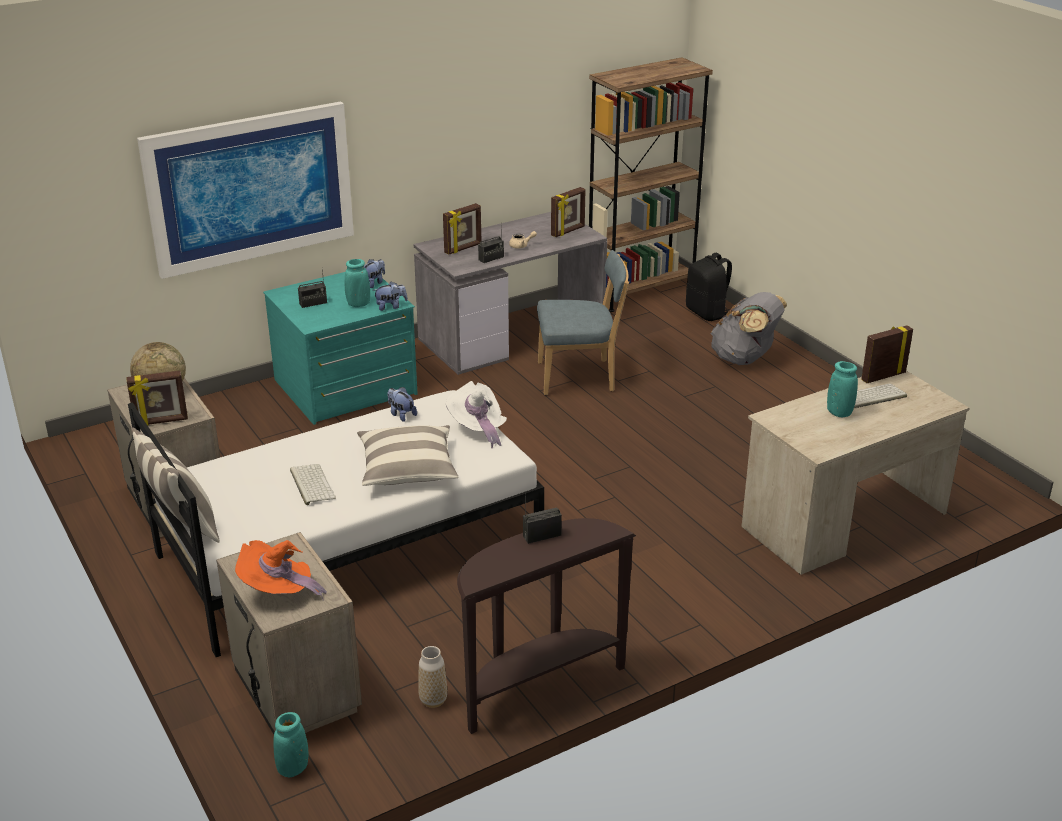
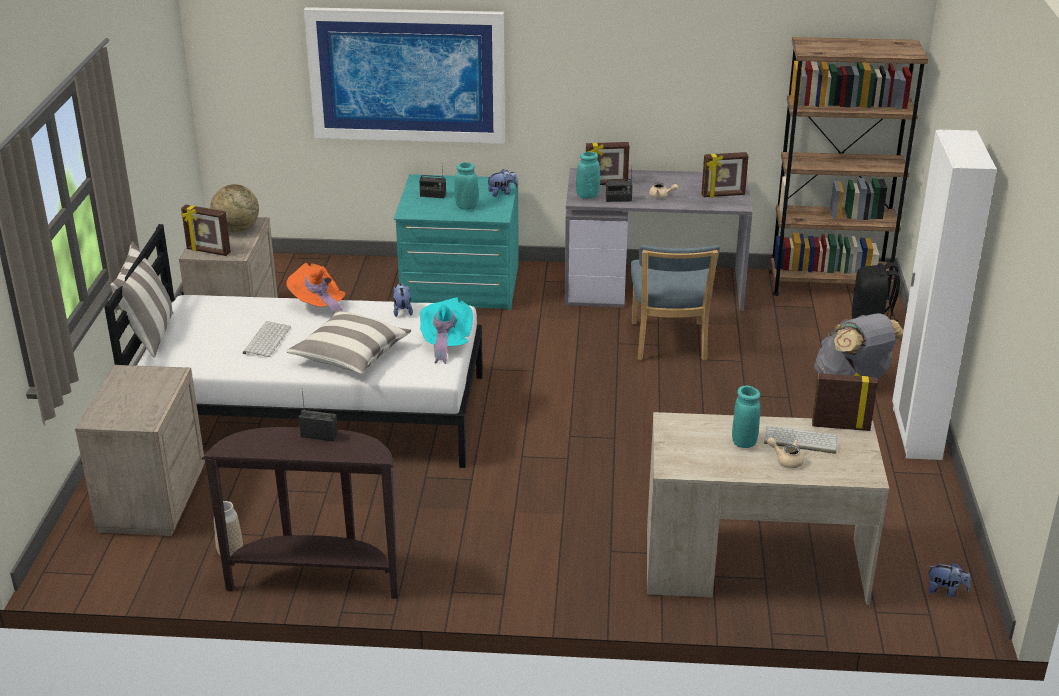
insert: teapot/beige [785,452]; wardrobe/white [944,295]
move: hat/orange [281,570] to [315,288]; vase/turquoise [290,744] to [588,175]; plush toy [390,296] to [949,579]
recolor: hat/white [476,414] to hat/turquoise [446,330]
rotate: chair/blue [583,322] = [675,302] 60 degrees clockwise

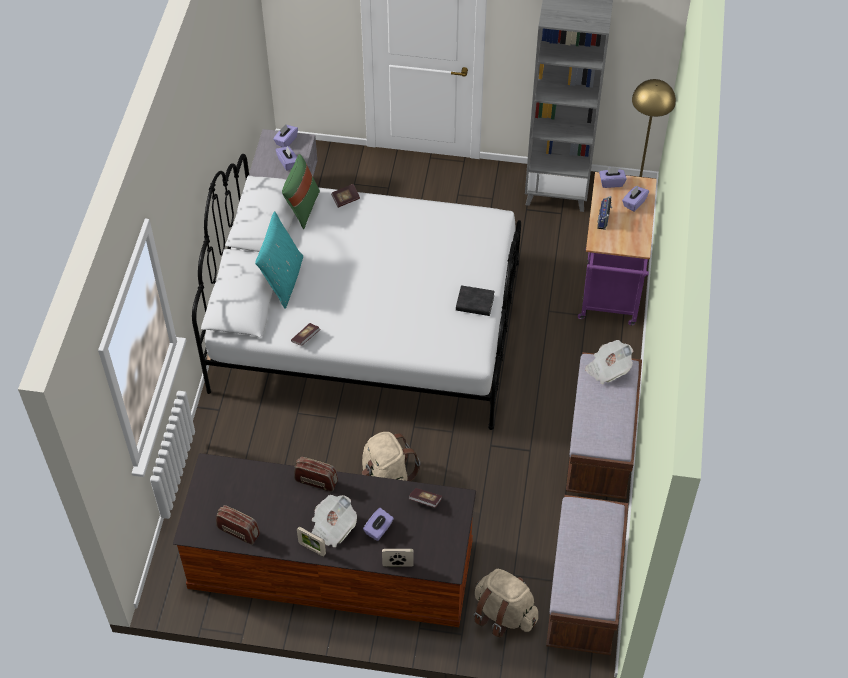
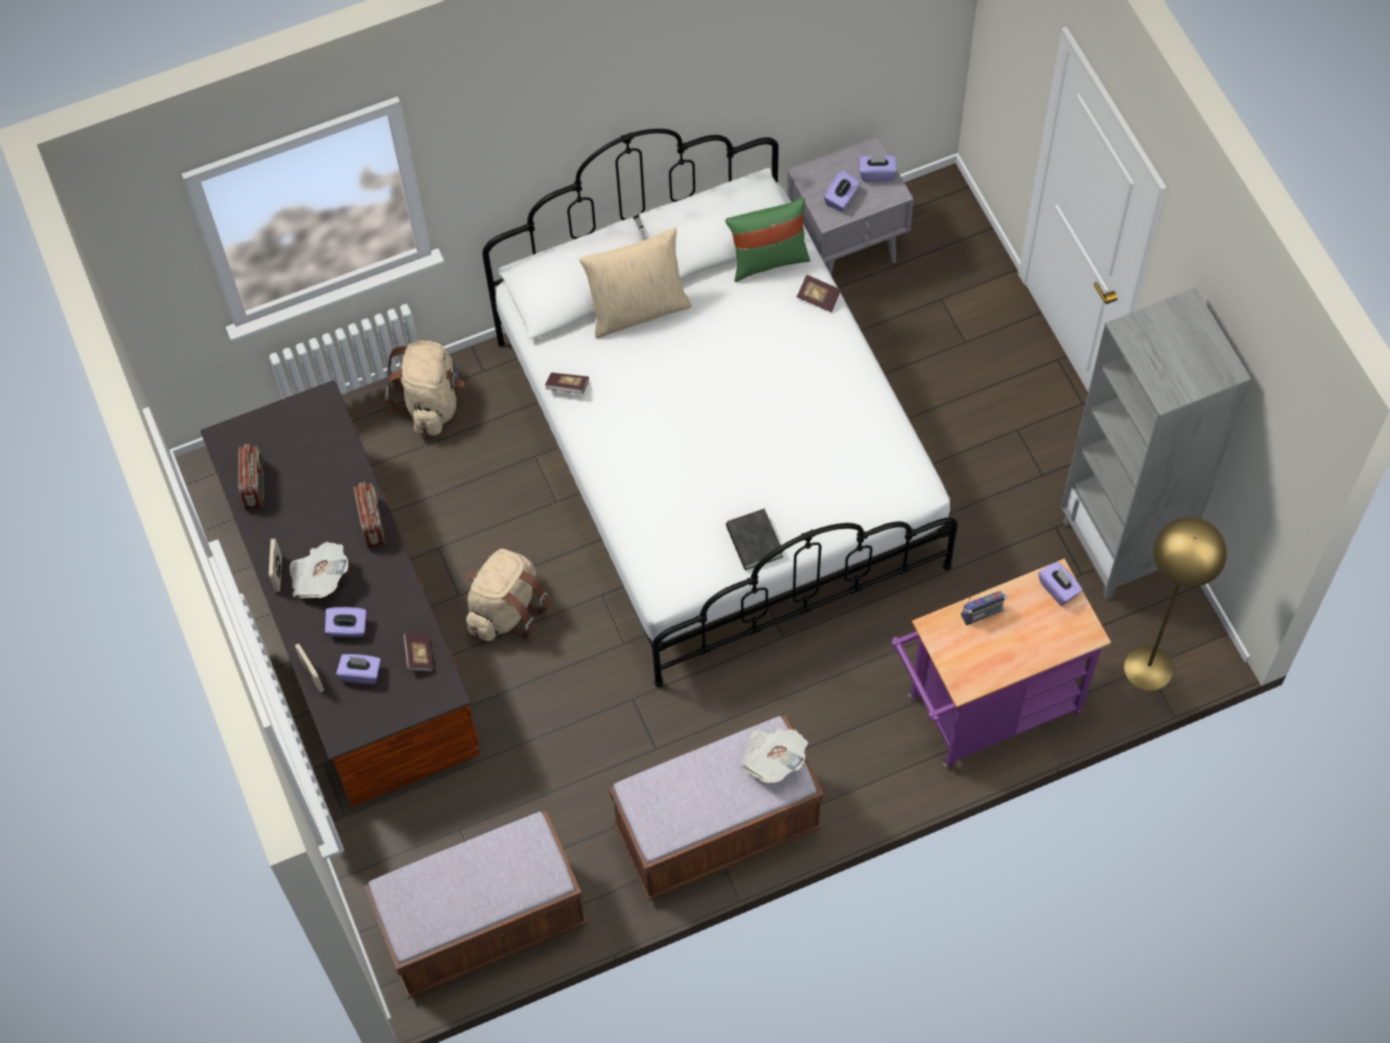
move: backpack/beige [506,603] to [424,388]; tissue box/purple [635,199] to [358,669]
recolor: pillow/turquoise [279,259] to pillow/beige [635,283]

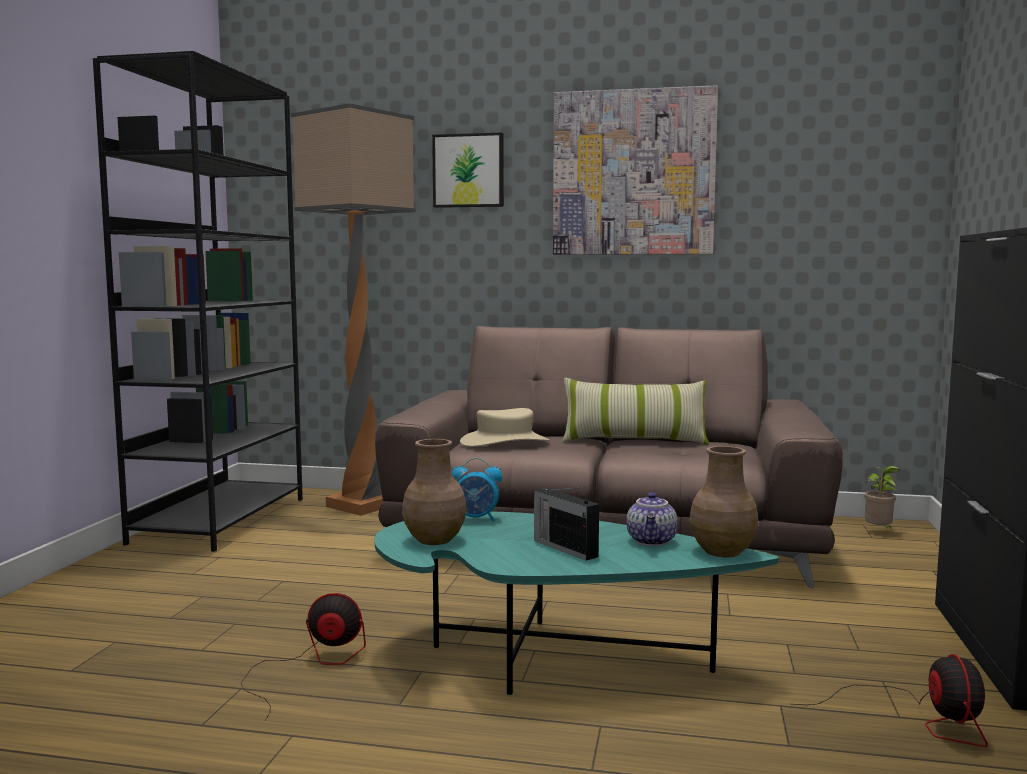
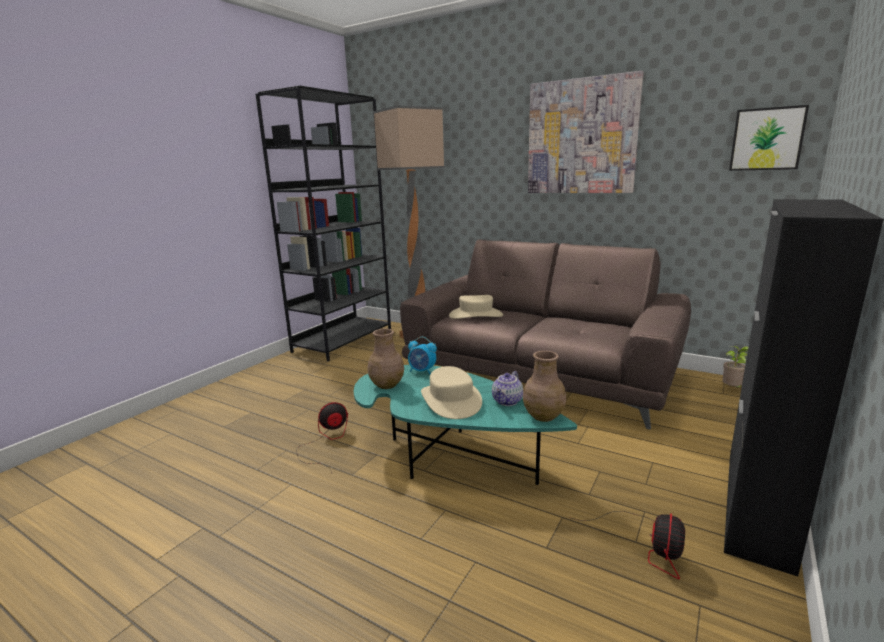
delete: pillow [635,411]
move: picture [468,170] to [769,138]
replace: radio [566,524] to hat/beige [451,392]
rotate: fan [303,657] = [322,437] 45 degrees counterclockwise

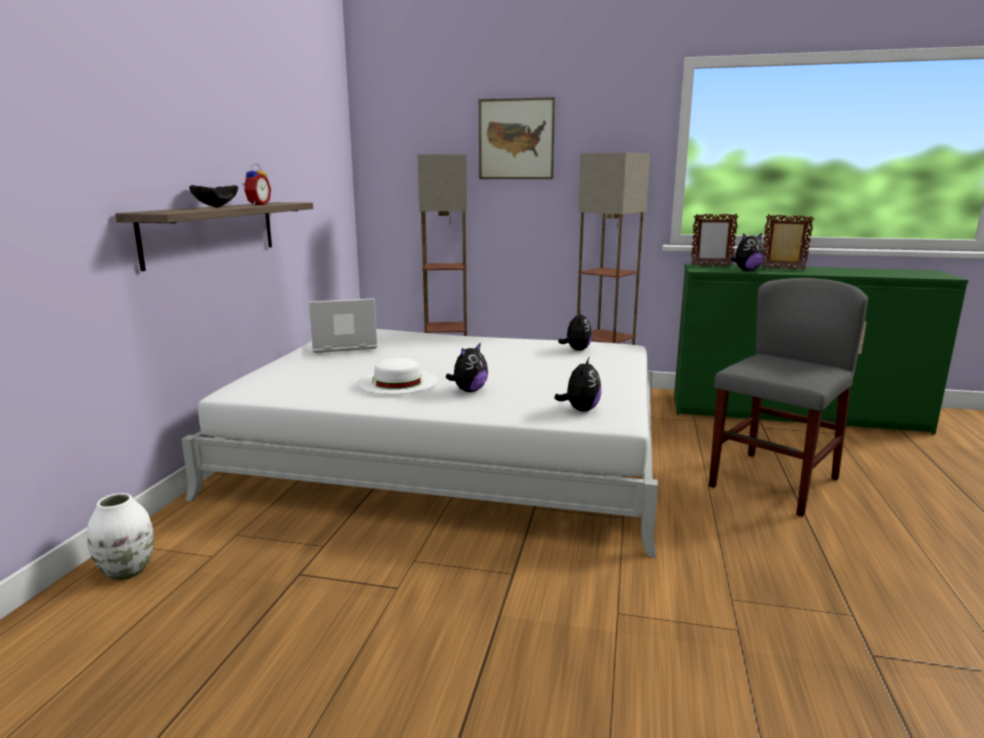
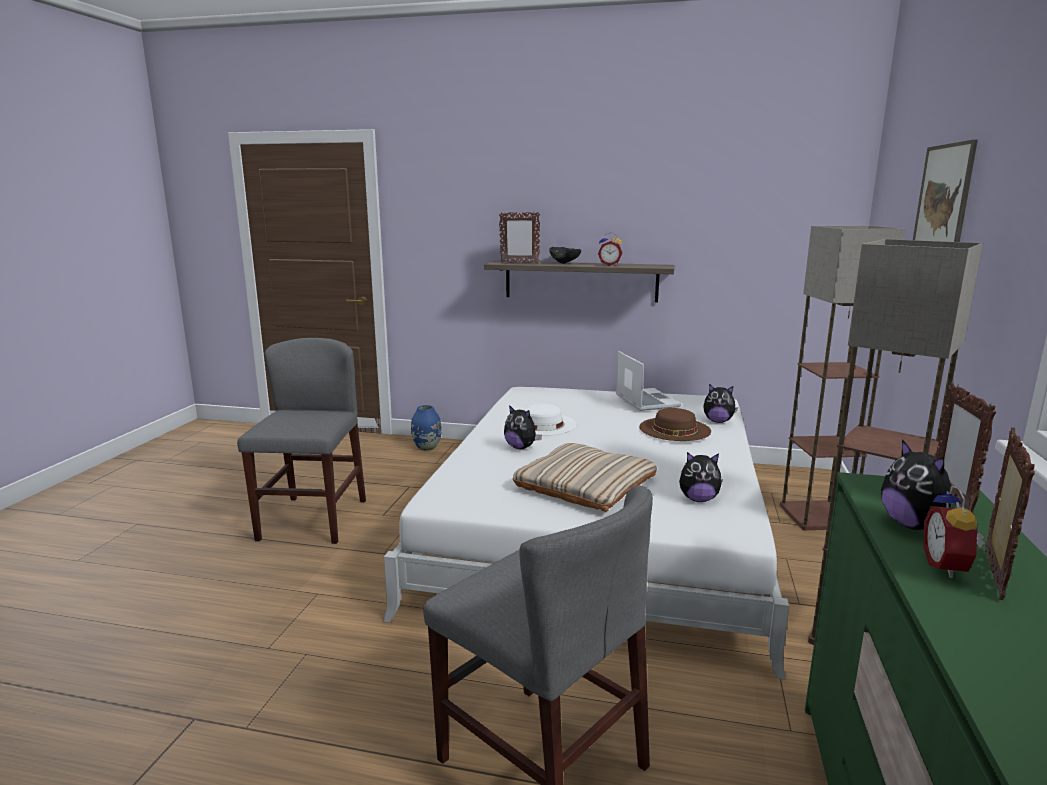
insert: chair/grey [301,441]; picture frame [519,237]; pillow/beige [585,477]; hat/brown [675,424]; alarm clock [954,532]
move: plush toy [577,384] to [720,403]
recolor: vase/white [120,536] to vase/blue [426,428]

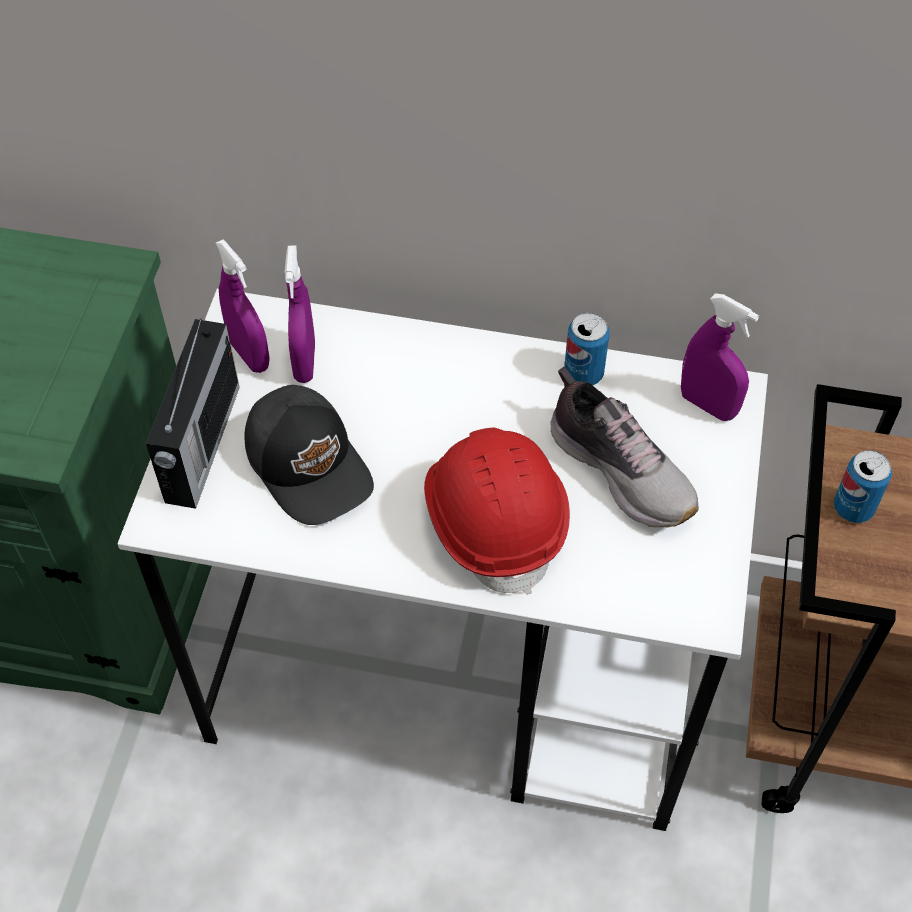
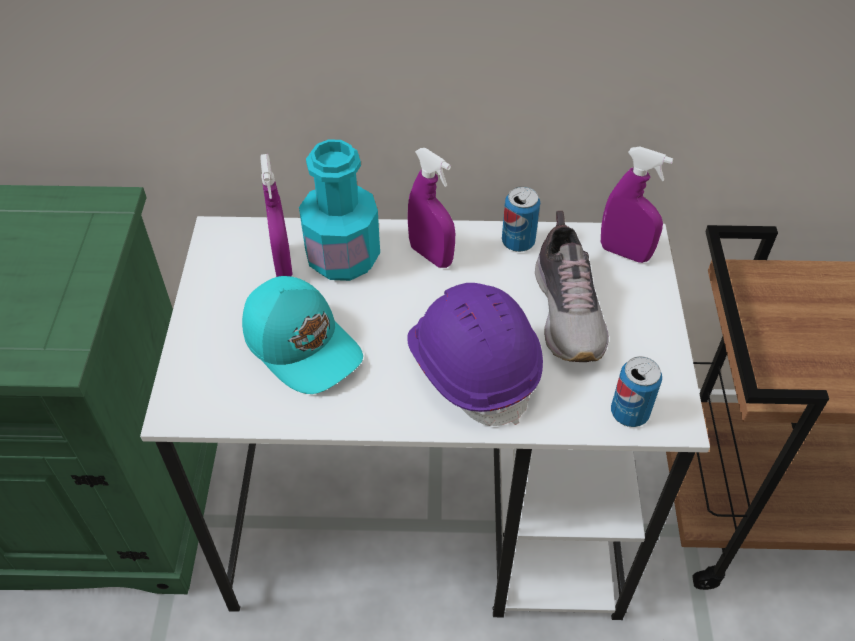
delete: radio [193,413]
insert: bottle/turquoise [339,210]
move: spray bottle/purple [243,306] to [431,208]; can [863,486] to [636,391]
recolor: cap/black [309,455] to cap/turquoise [302,335]; hard hat/red [497,511] to hard hat/purple [475,354]
rotate: shoe [624,447] = [572,286] 45 degrees clockwise

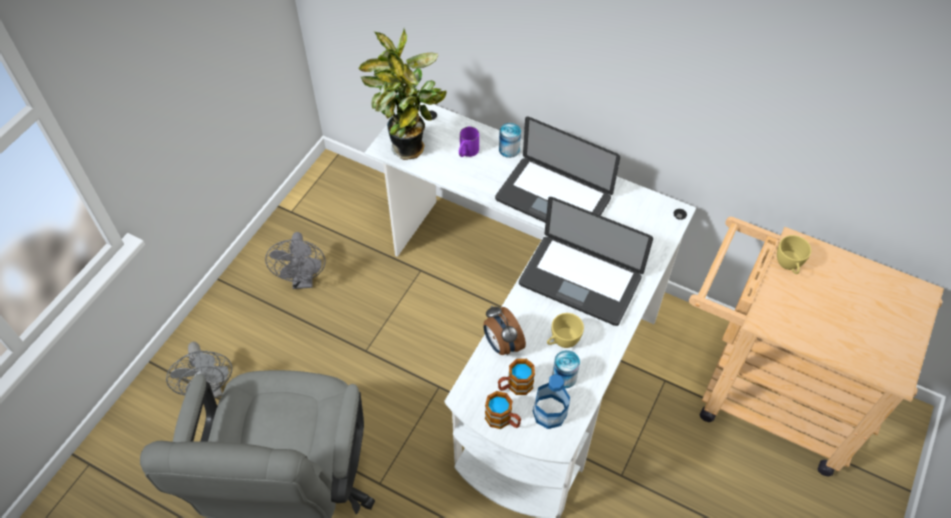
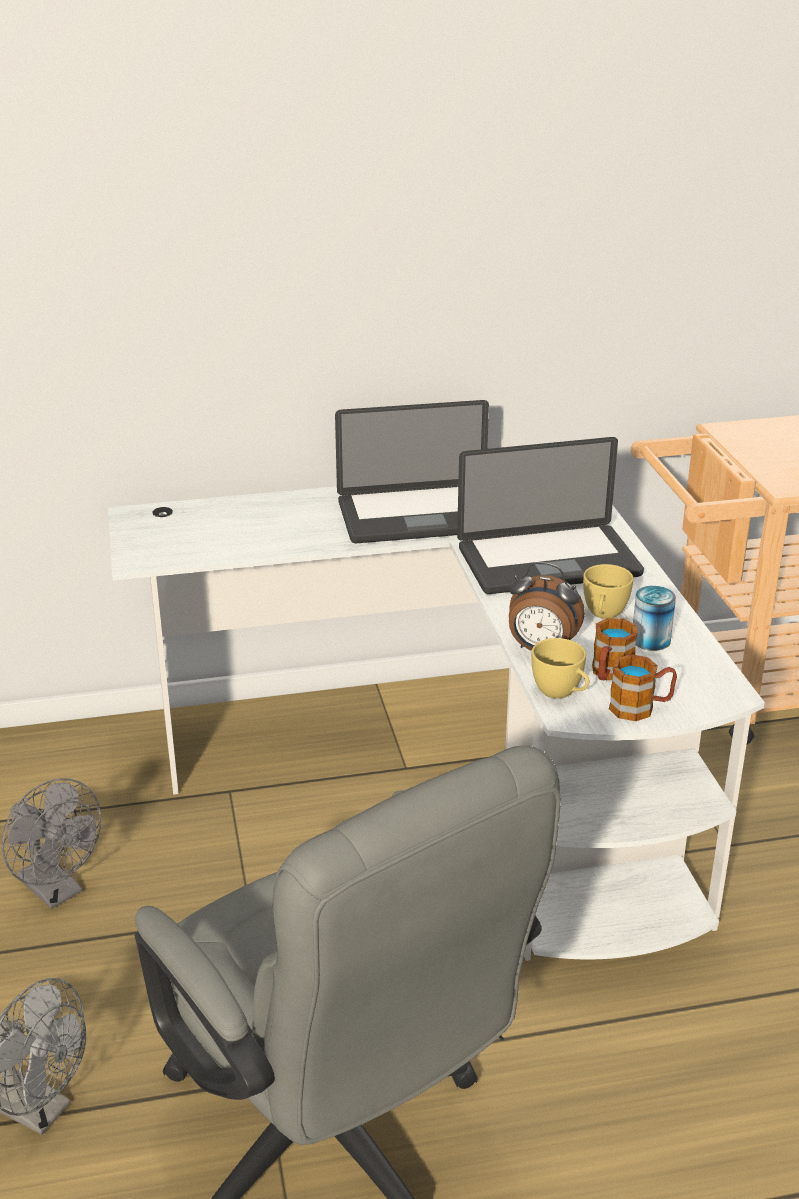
delete: potted plant [402,94]; mug/purple [469,142]; can [510,140]; bottle [551,401]
move: cup/yellow [794,254] to [560,668]

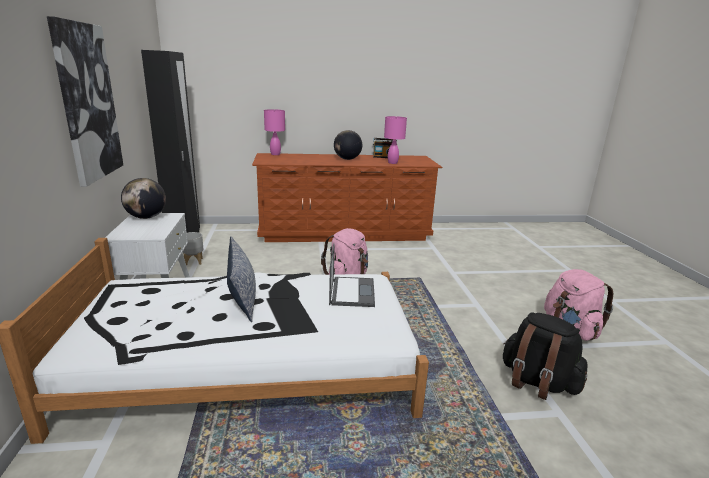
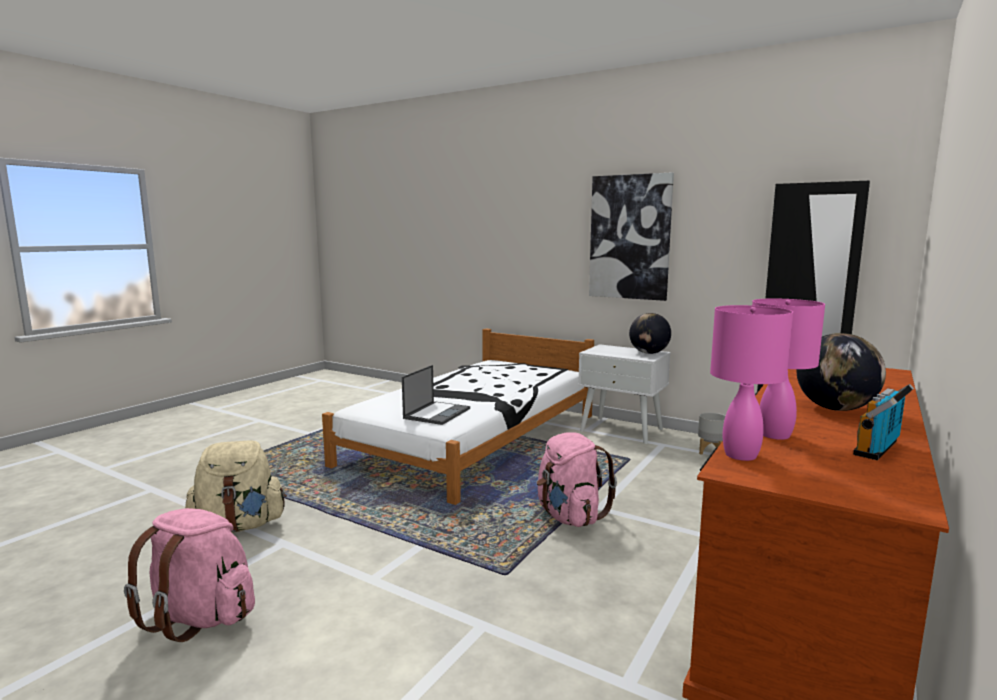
delete: pillow [241,279]
move: table lamp/pink [274,132] to [751,383]
recolor: backpack/black [545,356] to backpack/beige [236,487]
rotate: laptop [352,275] = [436,395] 105 degrees counterclockwise

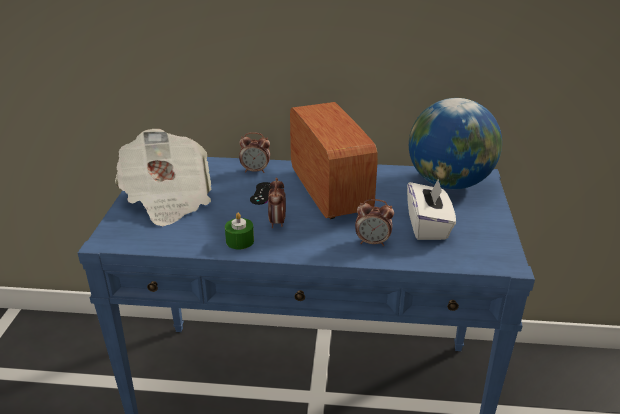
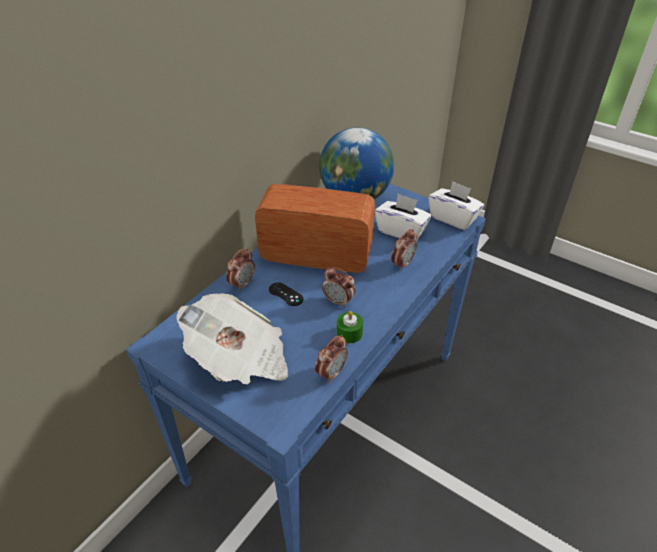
insert: alarm clock [331,359]; tissue box/white [456,205]

